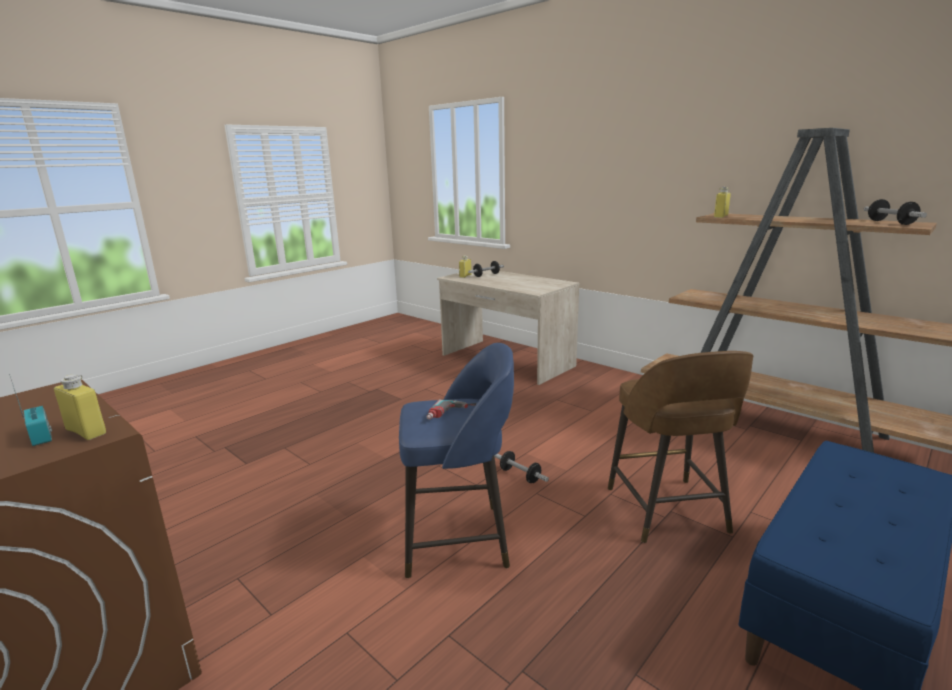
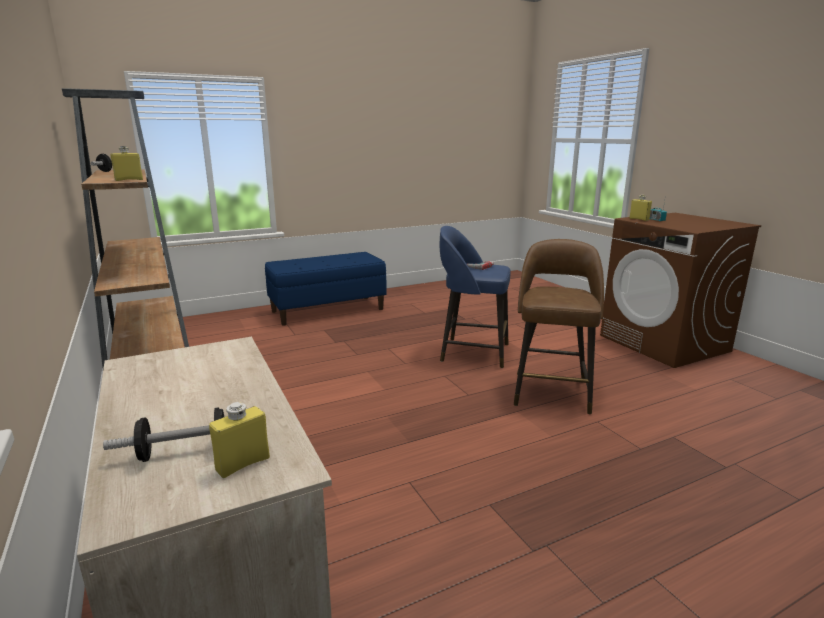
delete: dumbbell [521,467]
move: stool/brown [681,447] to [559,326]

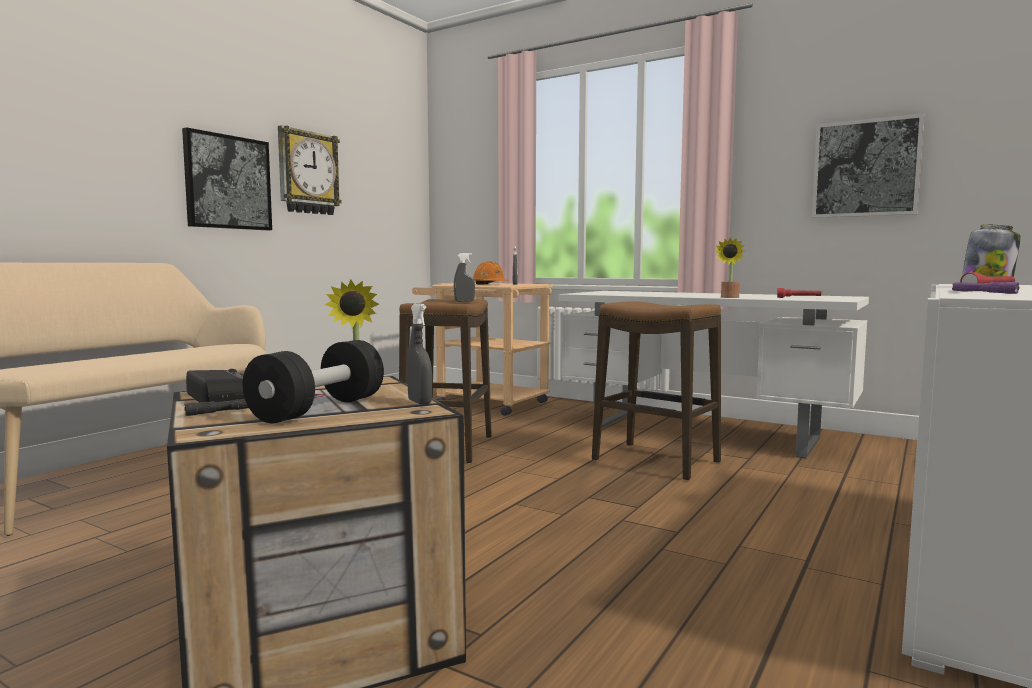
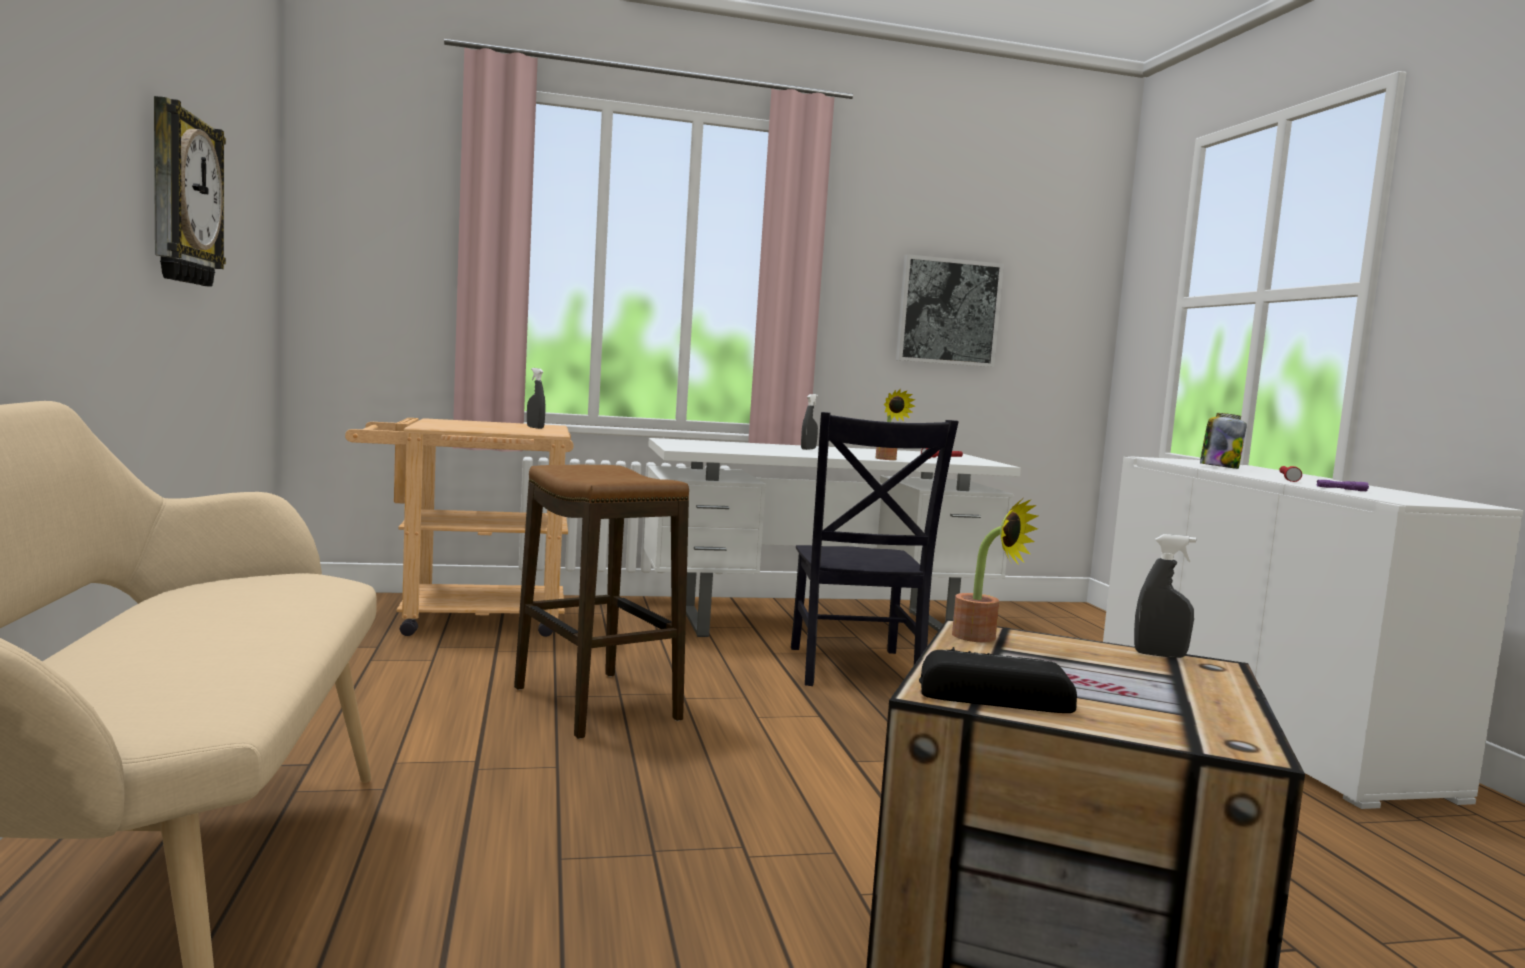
delete: picture [227,178]; flashlight/black [216,407]; dumbbell/black [313,381]; hard hat/orange [491,273]
move: spray bottle/grey [464,277] to [809,422]
replace: stool [656,391] to chair/black [875,549]

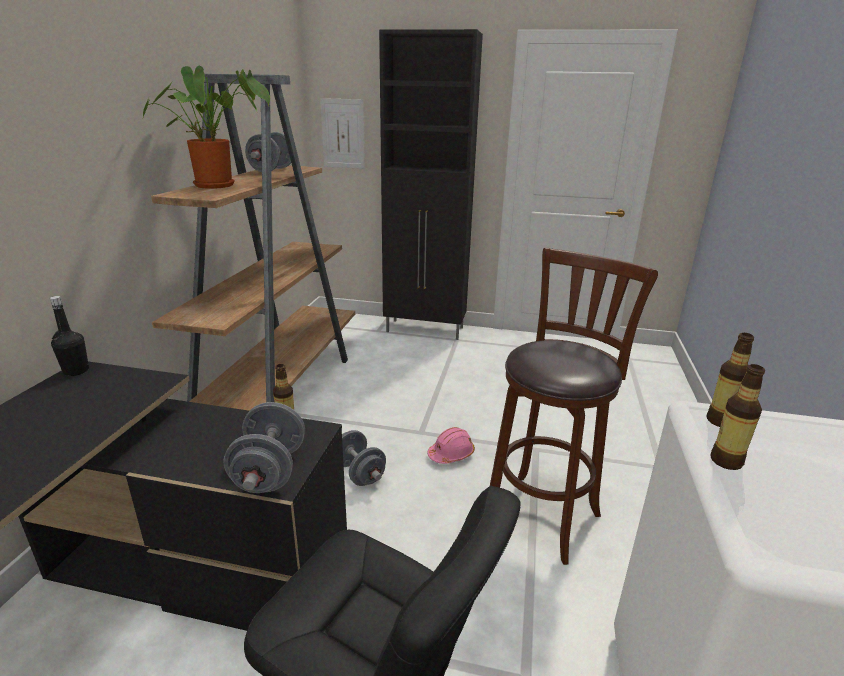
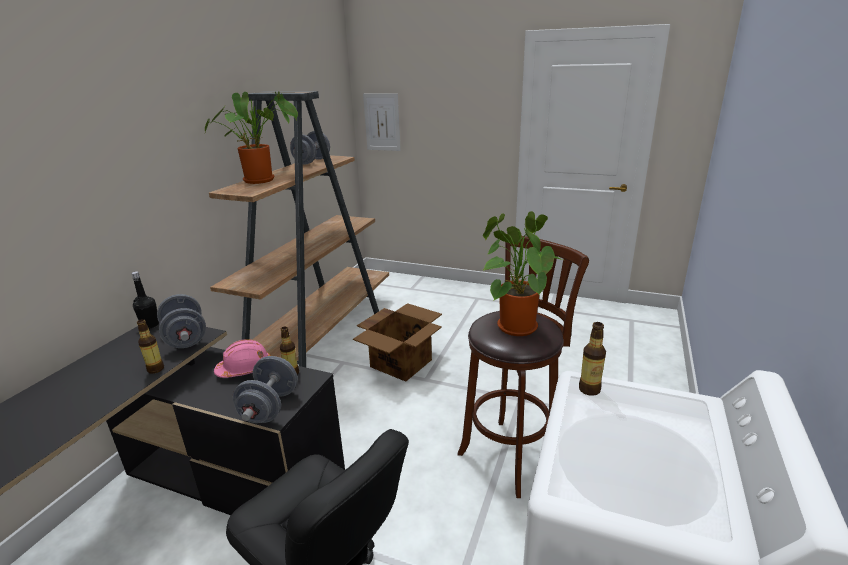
delete: cabinet/black [431,184]
insert: cardboard box [397,342]; potted plant [522,273]
move: dumbbell/grey [364,458] to [181,321]; hard hat/pink [451,445] to [242,358]; bottle [737,417] to [150,346]

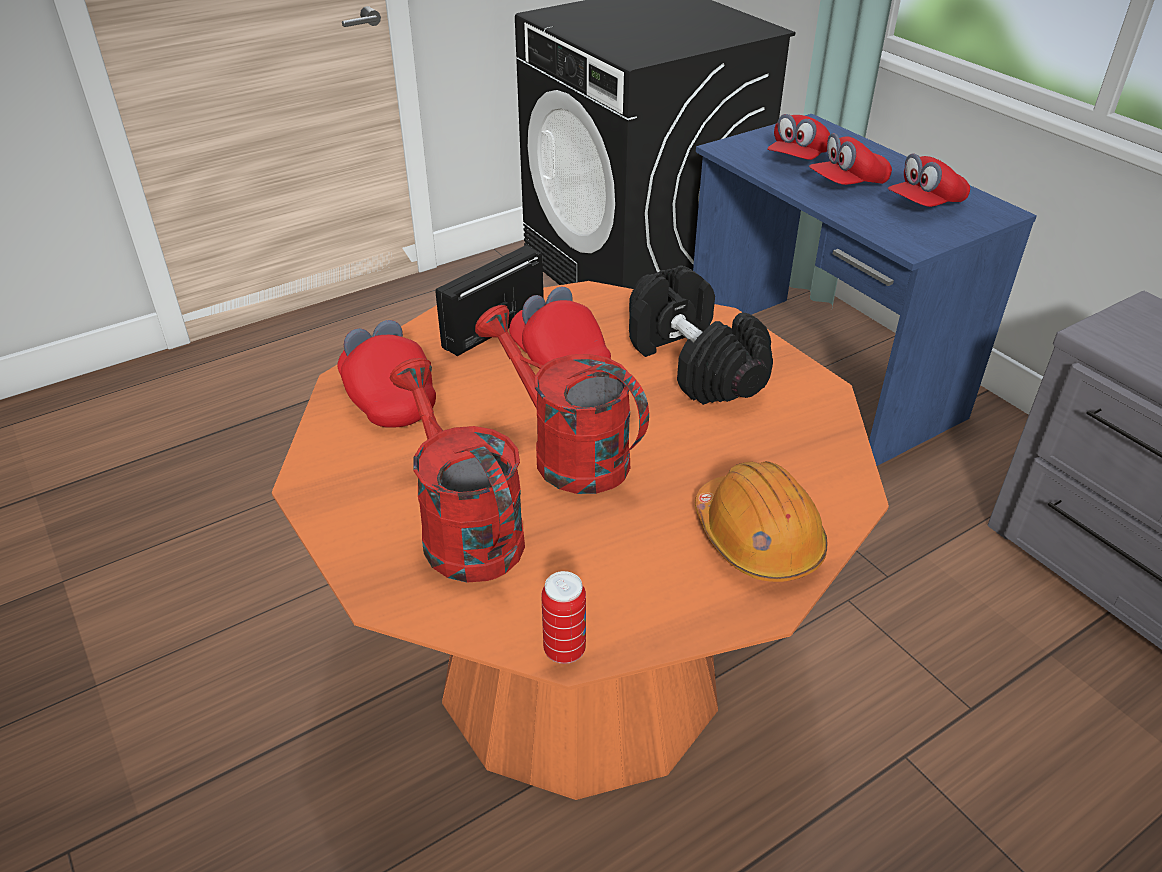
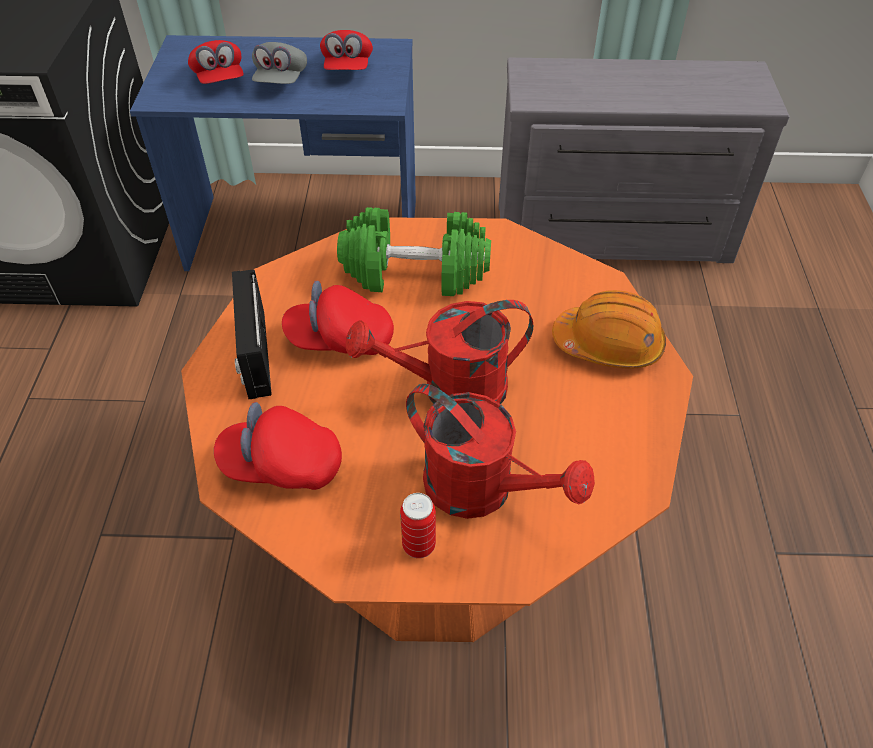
move: can [563,617] to [418,525]
recolor: dumbbell/black [701,335] to dumbbell/green [414,251]; cap/red [850,159] to cap/grey [279,63]
rotate: watering can/red [457,470] = [500,451] 150 degrees counterclockwise

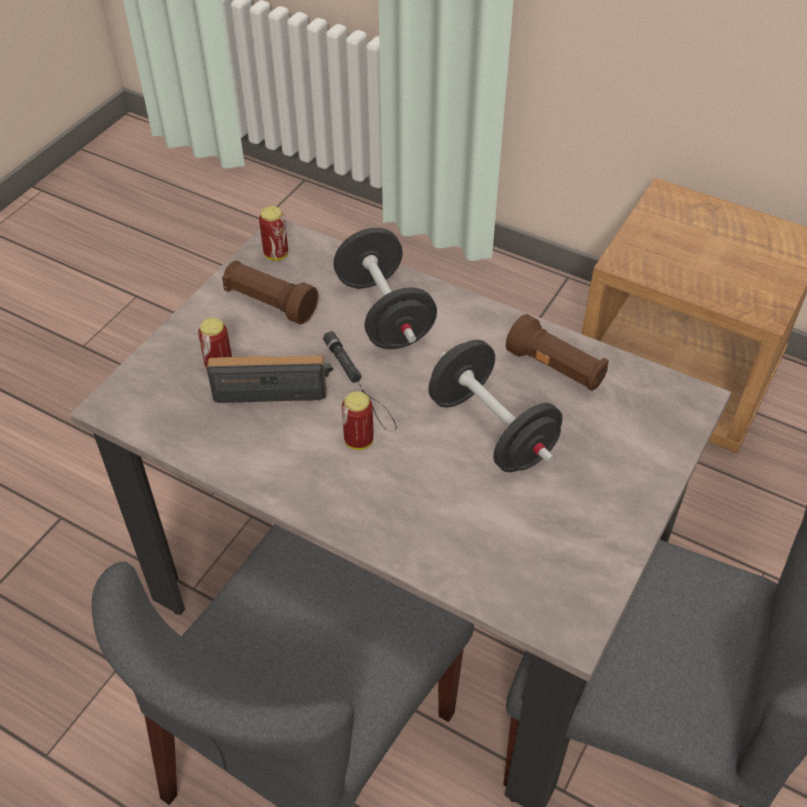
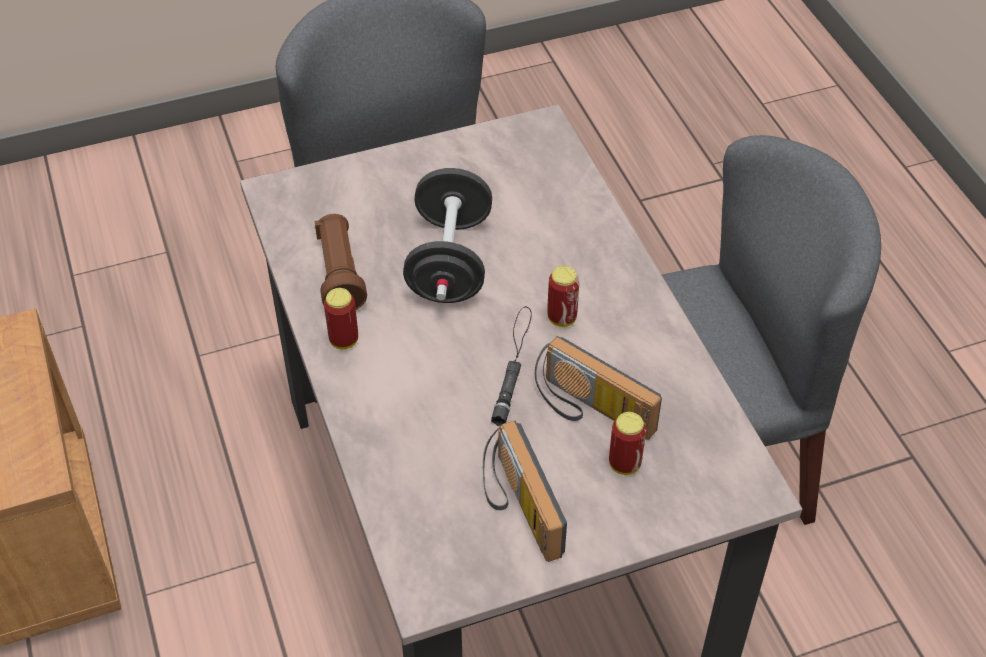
delete: dumbbell/black [385,288]
move: can [273,233] to [341,318]
replace: flashlight/brown [270,292] to radio [525,491]

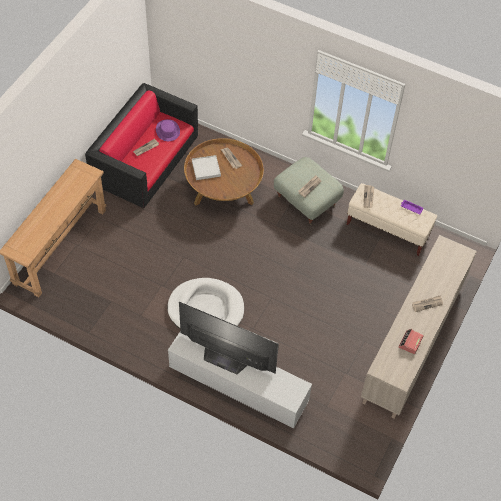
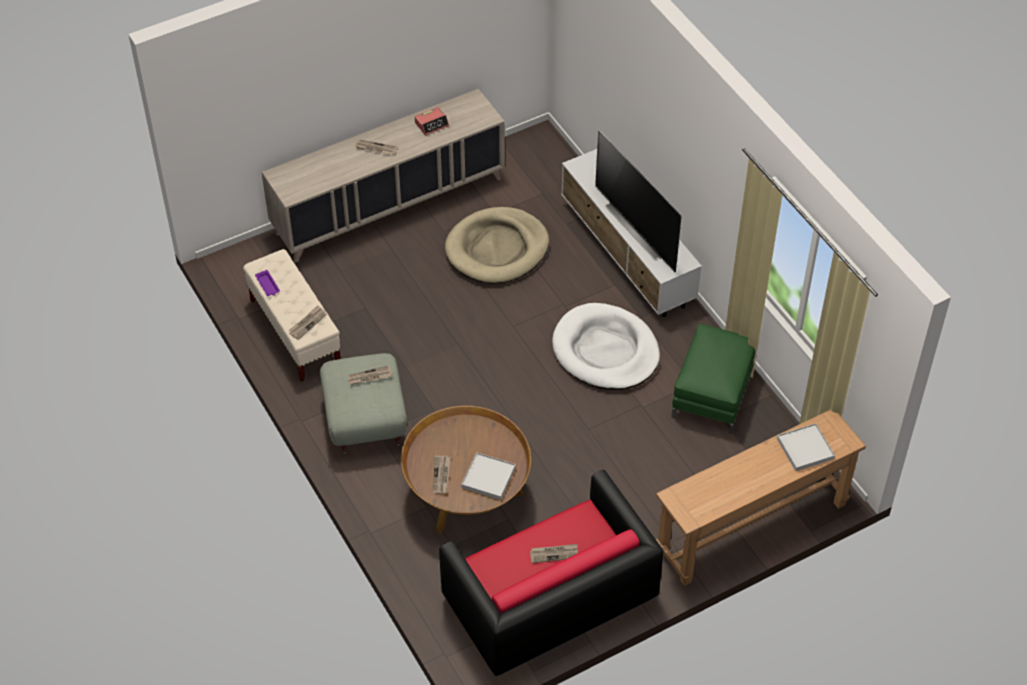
delete: hat/purple [168,130]
insert: dog bed/beige [497,245]; ottoman/green [714,379]; tray/white [806,447]

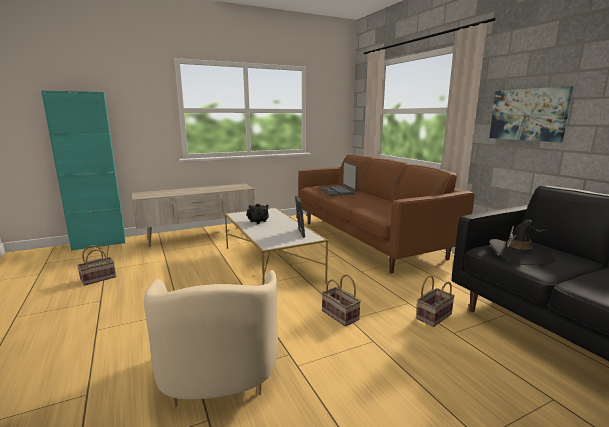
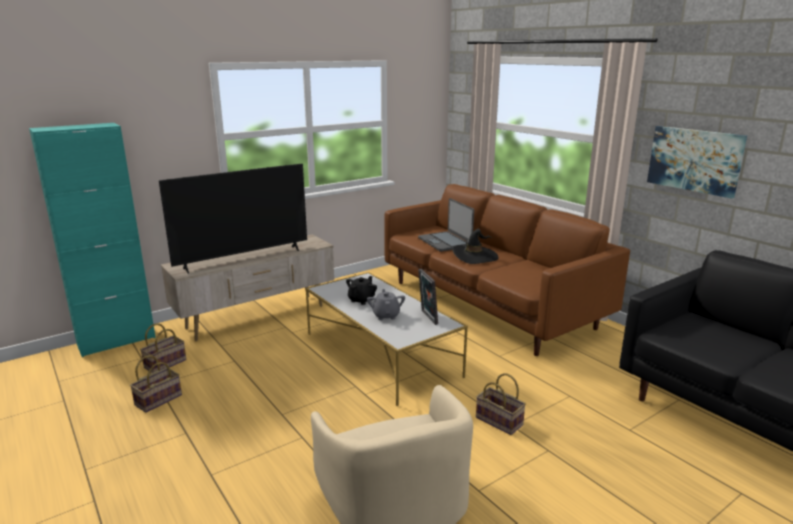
insert: television [233,219]; teapot/grey [386,304]
move: basket [435,301] to [163,348]; hat/black [522,242] to [475,246]

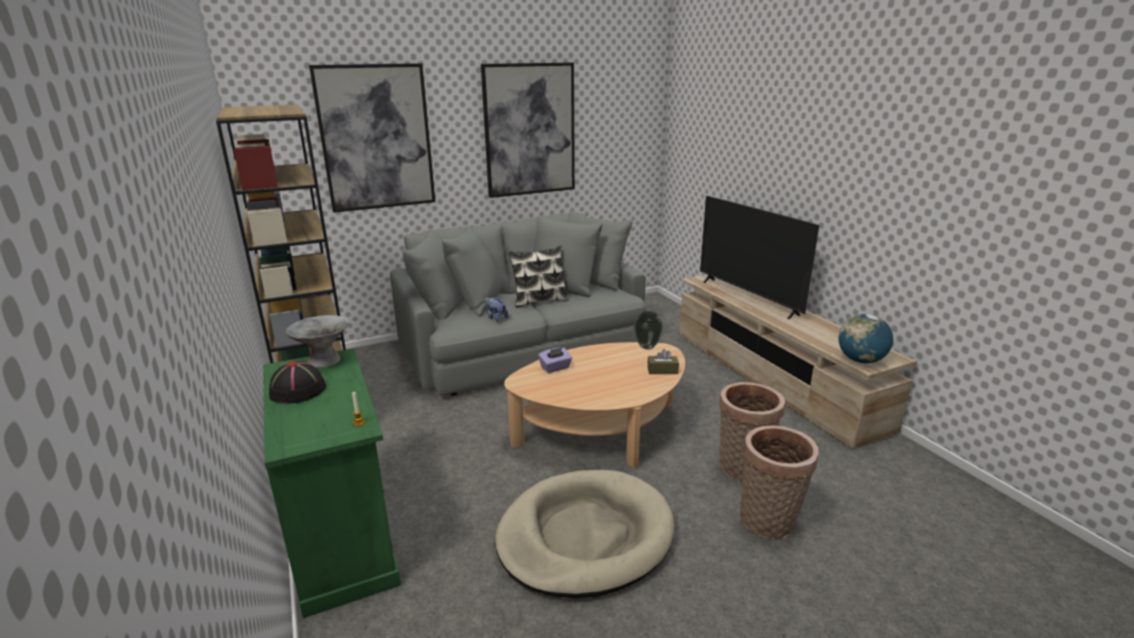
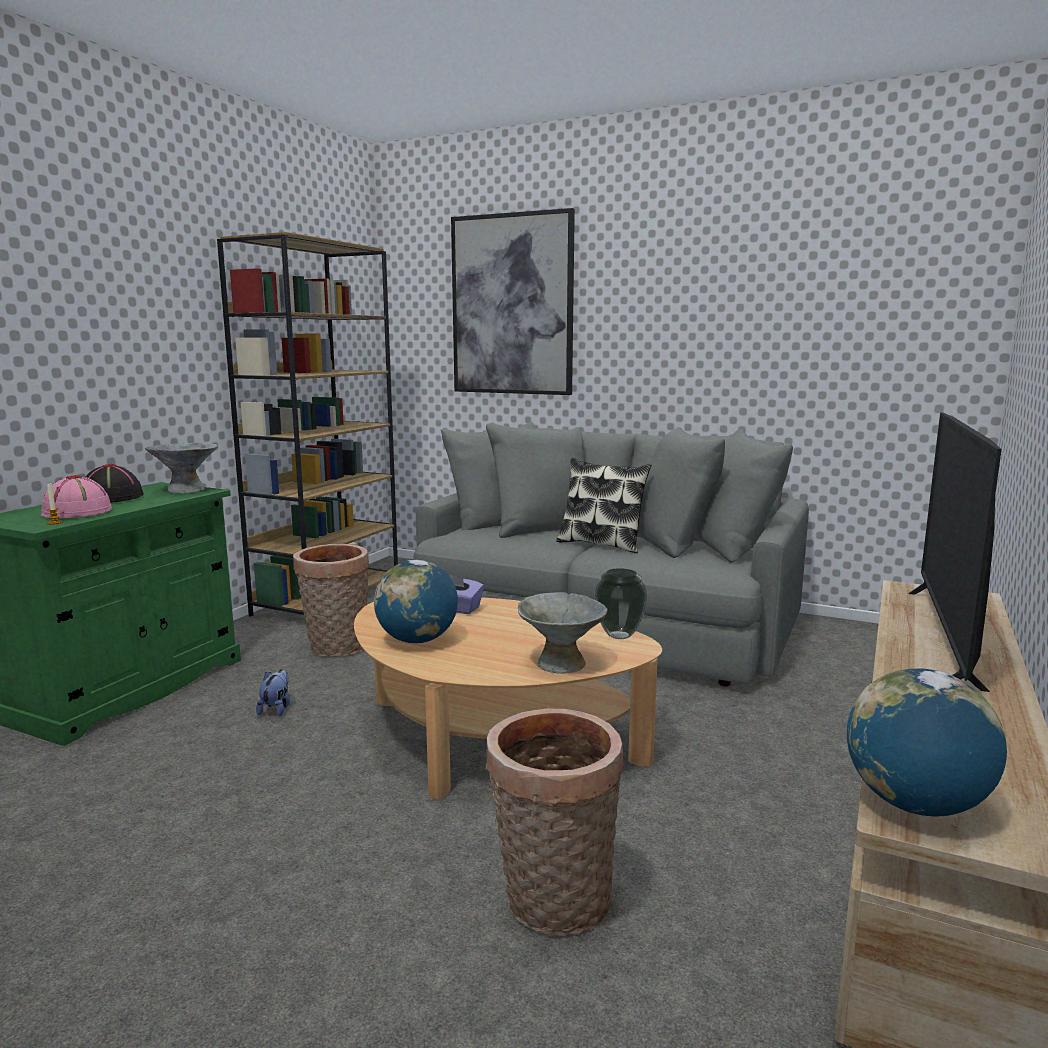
delete: picture [528,130]; dog bed/beige [585,534]
insert: hat/pink [76,497]; globe [416,602]
move: plush toy [497,309] to [273,692]; basket [779,482] to [331,600]
replace: tissue box/brown [663,361] to bowl/grey [563,633]

